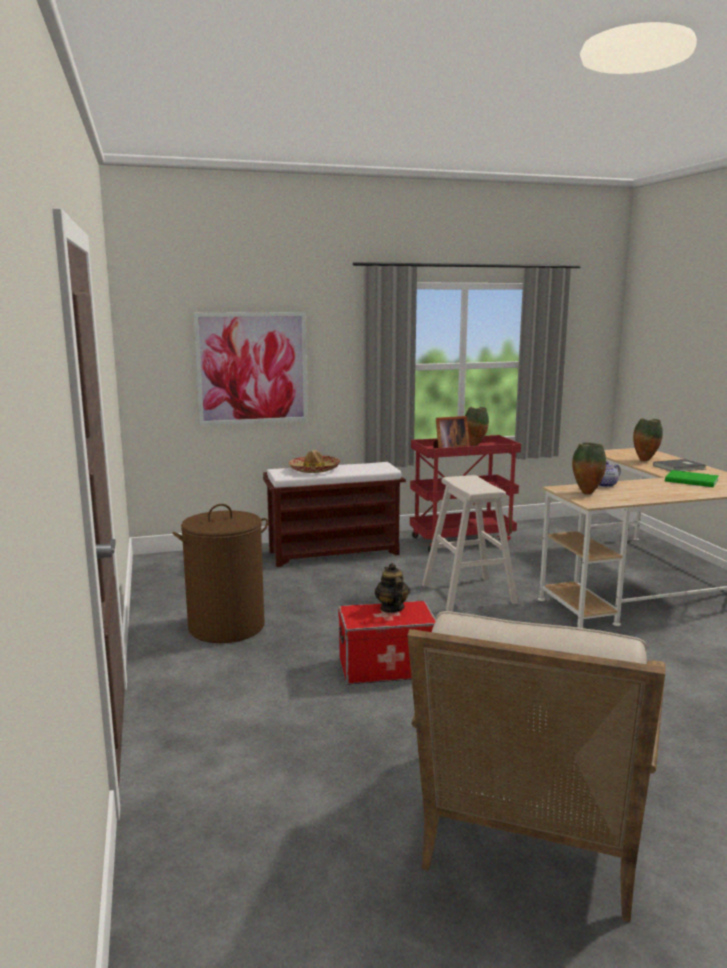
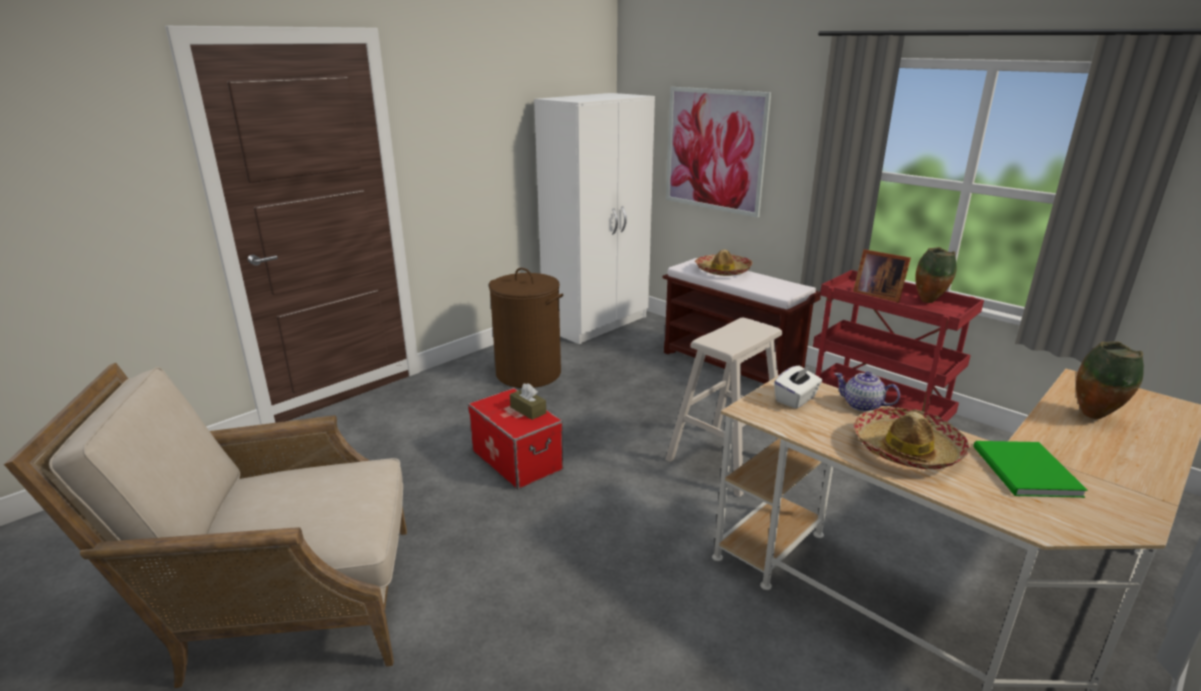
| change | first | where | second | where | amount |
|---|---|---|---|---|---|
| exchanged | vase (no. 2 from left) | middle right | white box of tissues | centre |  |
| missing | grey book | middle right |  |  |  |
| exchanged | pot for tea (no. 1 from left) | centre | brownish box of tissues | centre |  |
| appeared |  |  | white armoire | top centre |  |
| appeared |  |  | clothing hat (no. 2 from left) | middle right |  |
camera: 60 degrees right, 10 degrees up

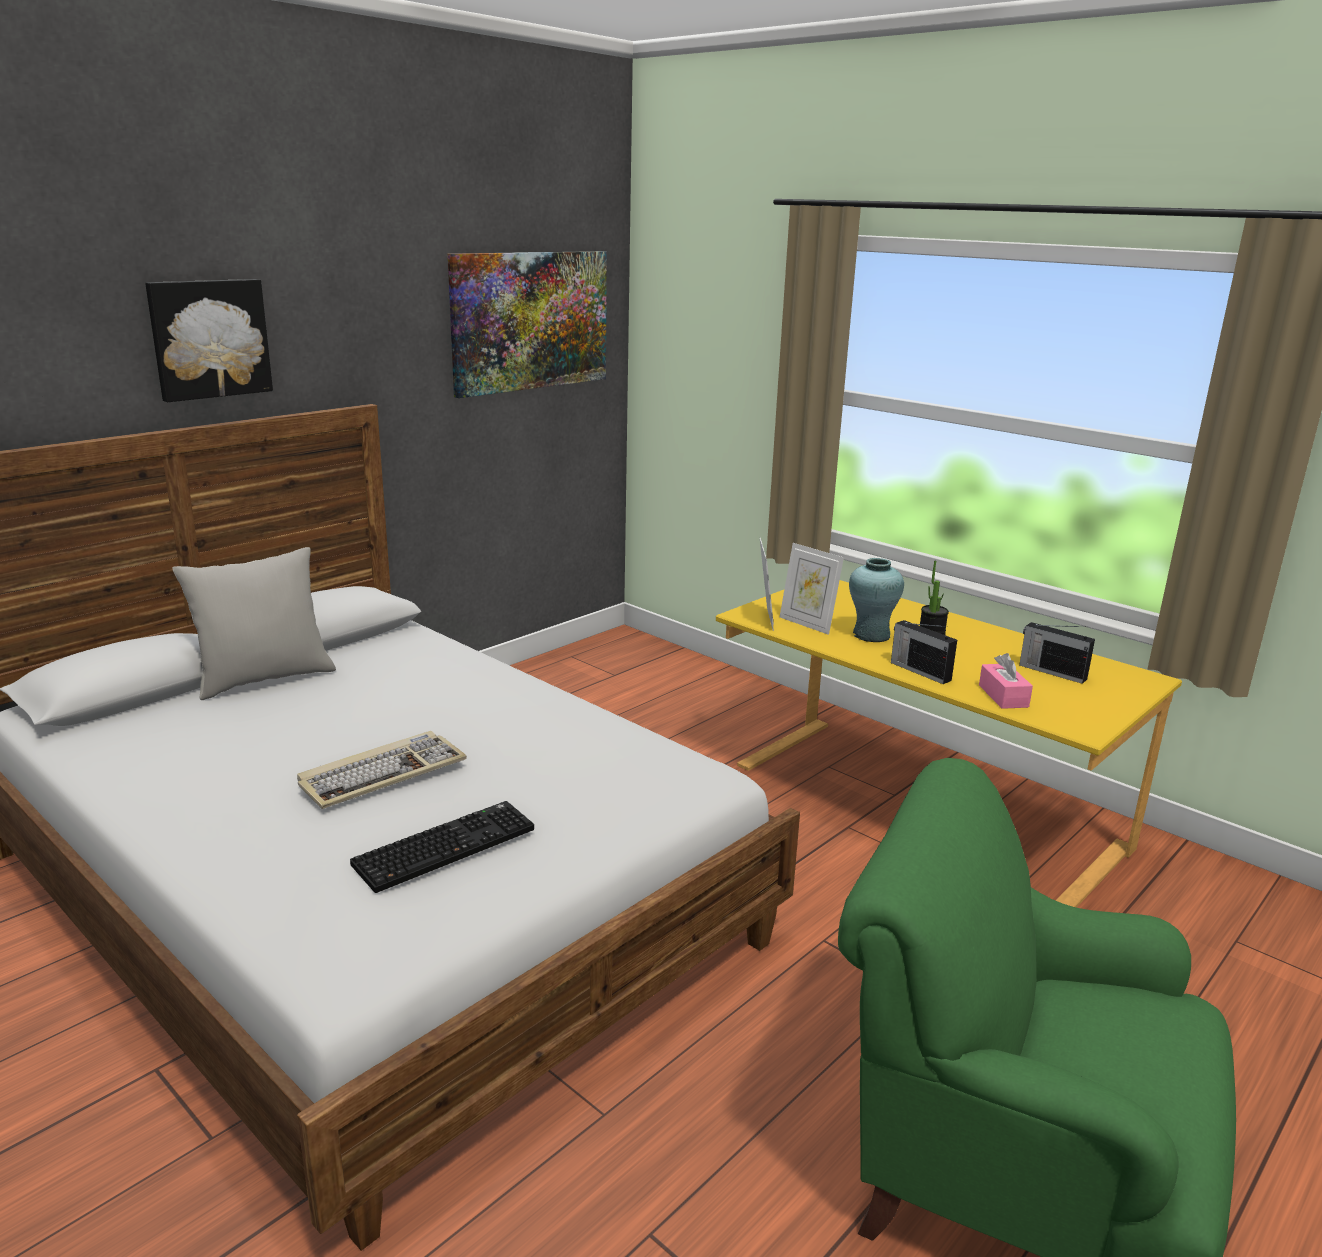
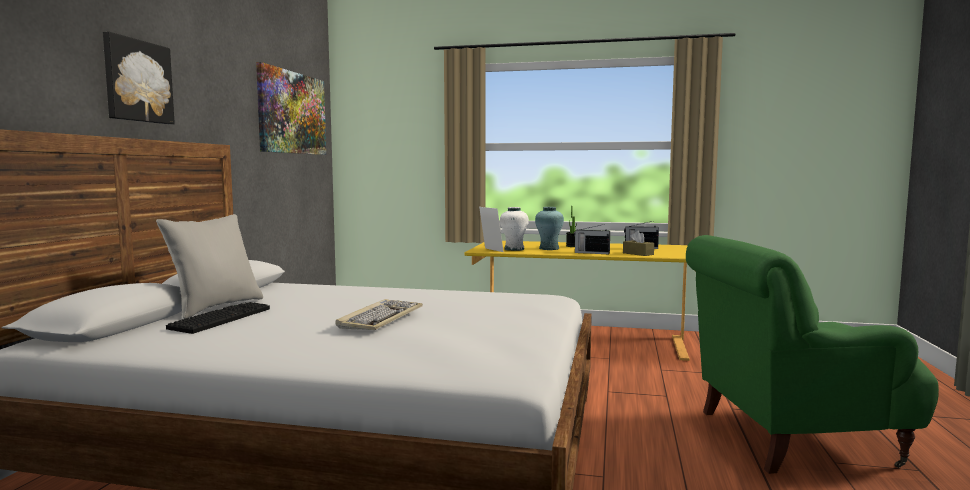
| change | first | where | second | where | amount |
|---|---|---|---|---|---|
| exchanged | standing frame (no. 2 from left) | centre | white vase | centre |  |
| colour | pinkish box of tissues | middle right | brownish box of tissues | centre |  |
| relocated | PC keyboard (no. 2 from left in the first image) | bottom centre | PC keyboard (no. 1 from left) | middle left |  |
camera: 30 degrees left, 15 degrees down

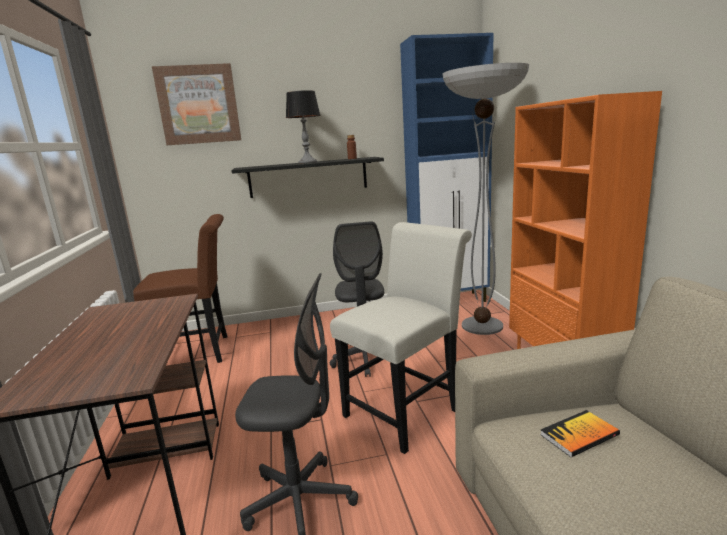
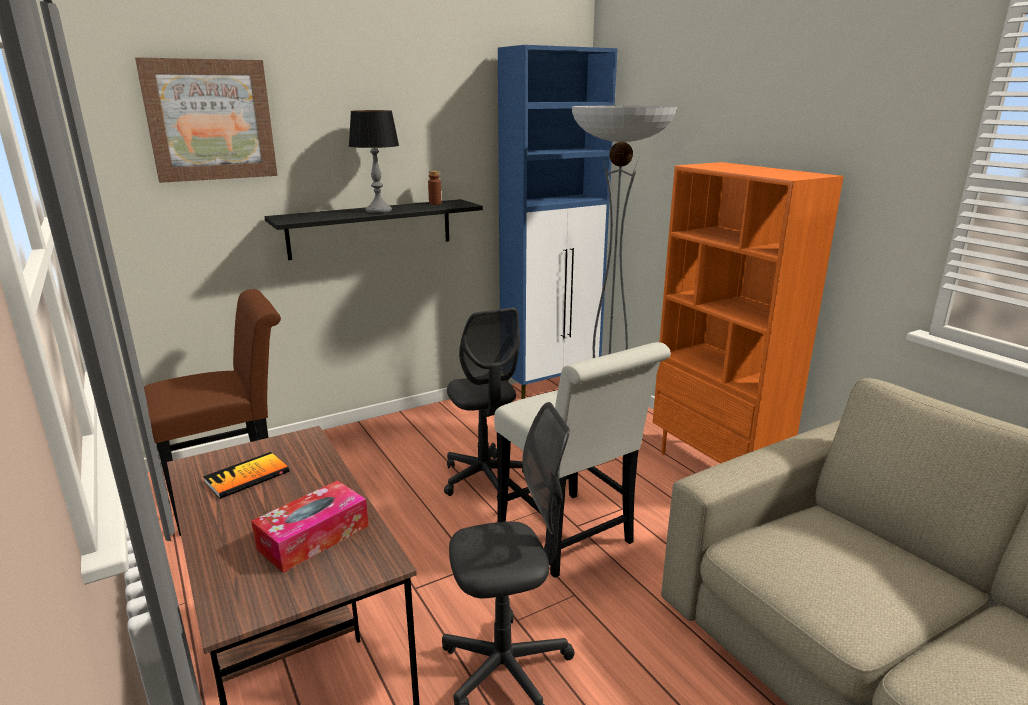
| change | first | where | second | where | amount |
|---|---|---|---|---|---|
| spun | white chair | centre |  | centre | 120 degrees clockwise |
| relocated | book | bottom right |  | bottom left |  |
| appeared |  |  | box of tissues | bottom left |  |
camera: 20 degrees left, 5 degrees up

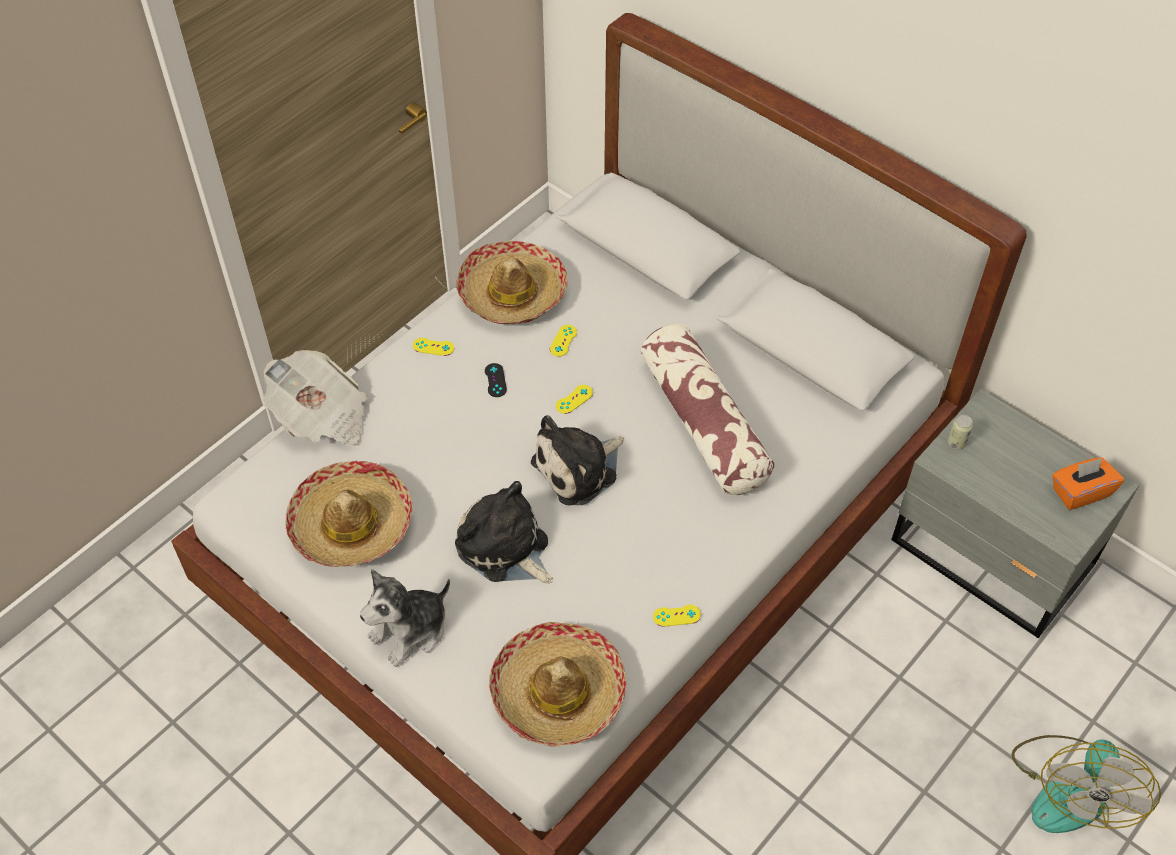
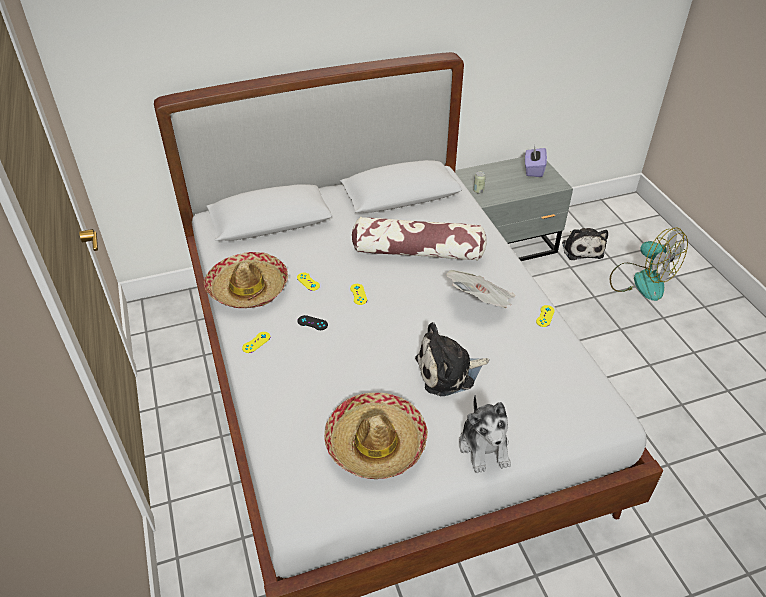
| change | first | where | second | where | amount |
|---|---|---|---|---|---|
| relocated | newspaper | middle left |  | centre |  |
| relocated | soft toy (no. 3 from left) | centre |  | middle right |  |
| colour | orange box of tissues | middle right | purple box of tissues | top right |  |
| missing | clothing hat (no. 3 from left) | bottom centre |  |  |  |
camera: 60 degrees left, 10 degrees down

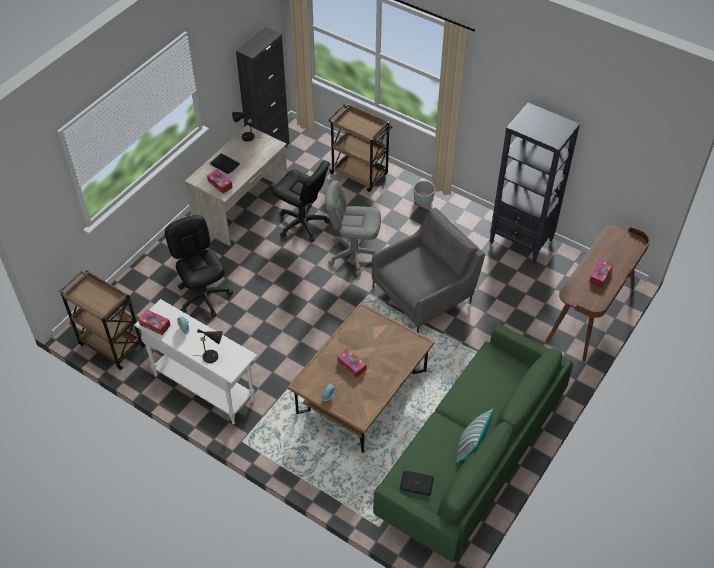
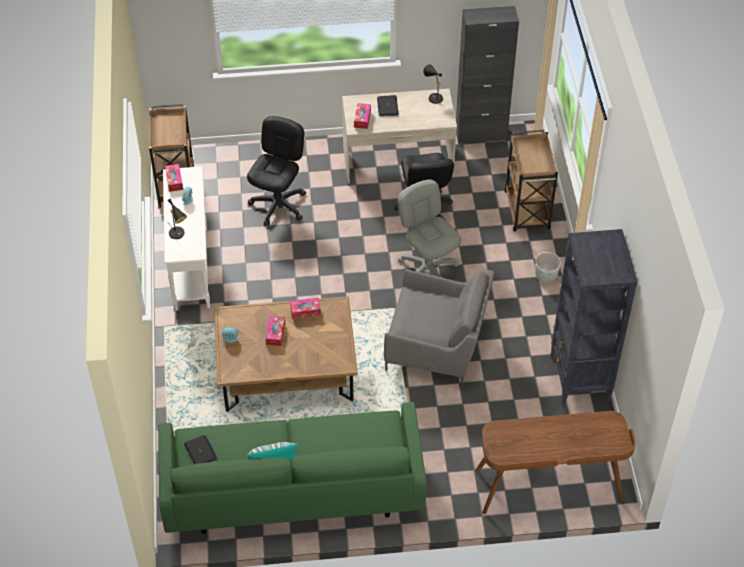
| change | first | where | second | where | amount |
|---|---|---|---|---|---|
| relocated | box of tissues (no. 4 from left in the first image) | middle right | box of tissues (no. 3 from left) | centre |  |
camera: 50 degrees right, 0 degrees up

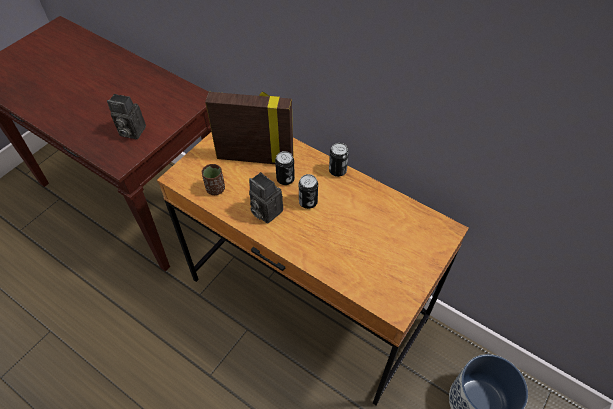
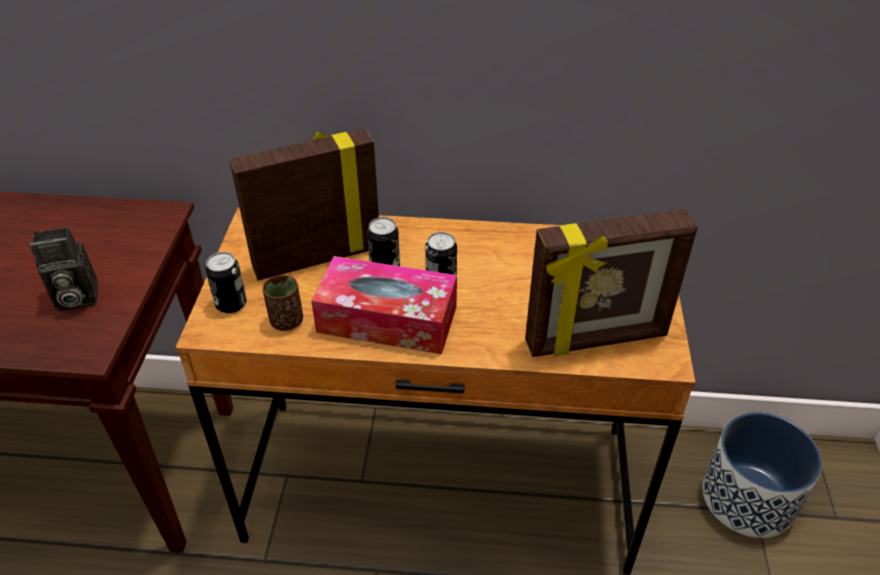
| change | first | where | second | where | amount |
|---|---|---|---|---|---|
| relocated | metal can (no. 3 from left in the first image) | centre | metal can (no. 1 from left) | middle left |  |
| exchanged | still camera (no. 2 from left) | centre | box of tissues | centre |  |
| appeared |  |  | standing frame (no. 2 from left) | middle right |  |
camera: 30 degrees left, 10 degrees down

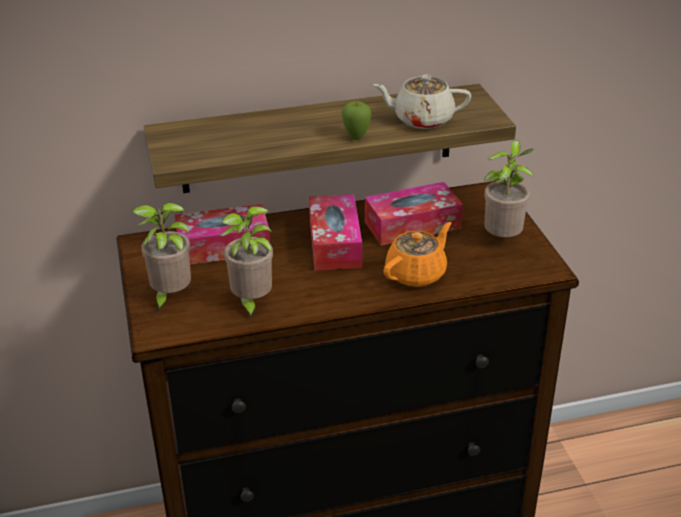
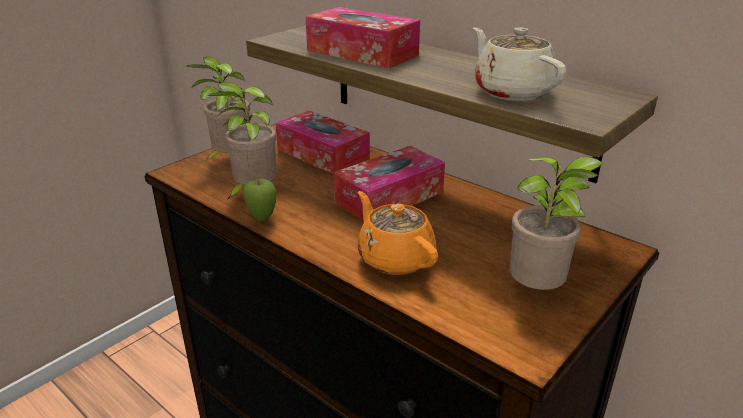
| change | first | where | second | where | amount |
|---|---|---|---|---|---|
| relocated | apple | top centre |  | centre |  |
| relocated | box of tissues (no. 3 from left in the first image) | centre | box of tissues (no. 2 from left) | top centre |  |
| spun | orange pot for tea | centre |  | centre | 135 degrees counterclockwise |
camera: 55 degrees right, 5 degrees down

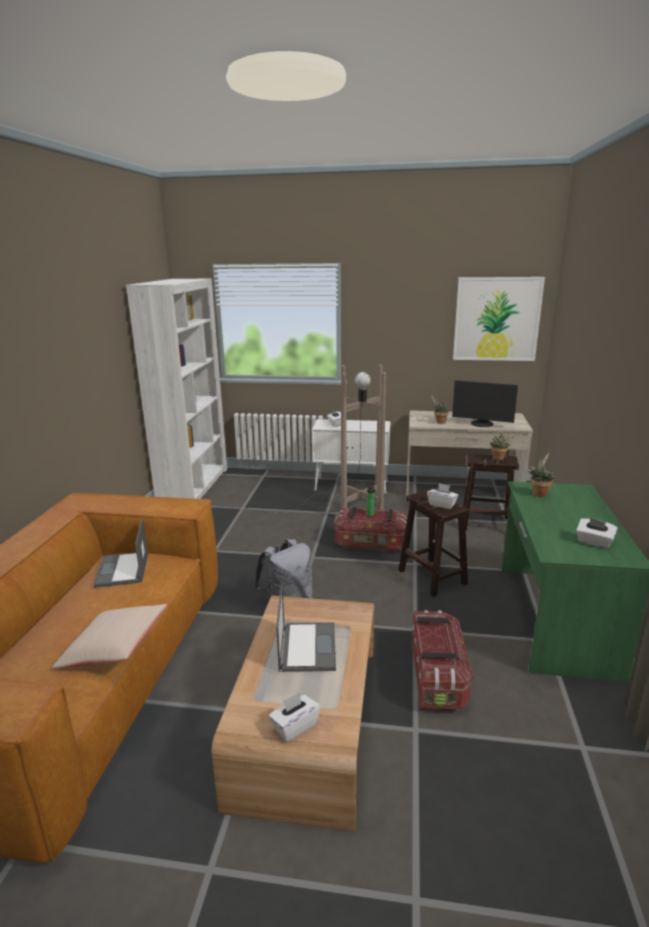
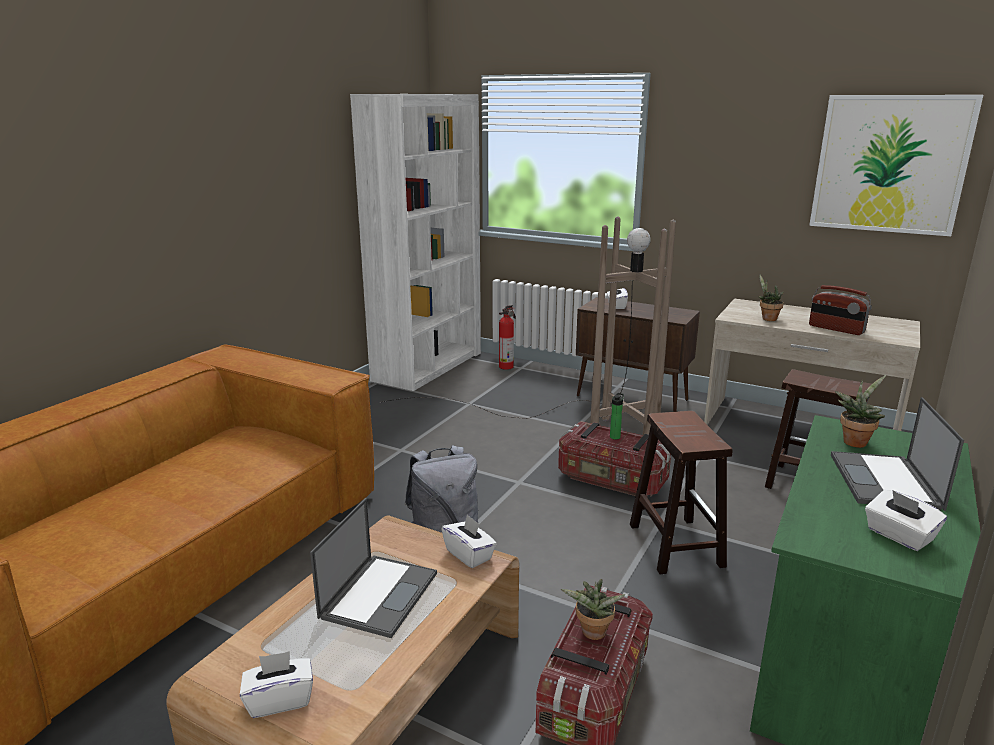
| change | first | where | second | where | amount |
|---|---|---|---|---|---|
| exchanged | computer screen | middle right | radio receiver | middle right |  |
| colour | white cabinet | centre | brownish cabinet | centre |  |
| relocated | plant in a pot (no. 2 from left in the first image) | middle right | plant in a pot (no. 1 from left) | bottom centre |  |
| relocated | white box of tissues (no. 3 from left in the first image) | middle right | white box of tissues (no. 2 from left) | bottom centre |  |
| relocated | notebook computer (no. 1 from left in the first image) | middle left | notebook computer (no. 2 from left) | middle right |  |
| missing | beige-coloured cushion | bottom left |  |  |  |
| appeared |  |  | fire-fighting cylinder | centre |  |
camera: 20 degrees right, 0 degrees up

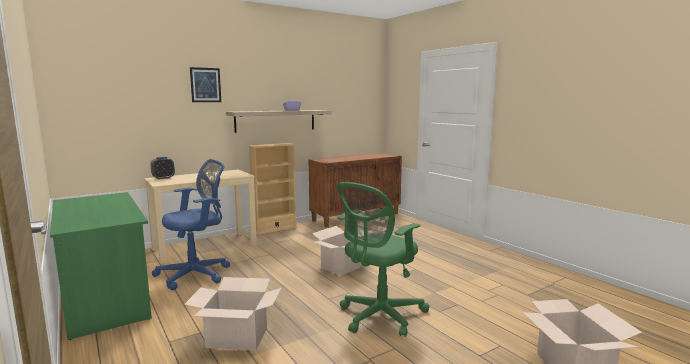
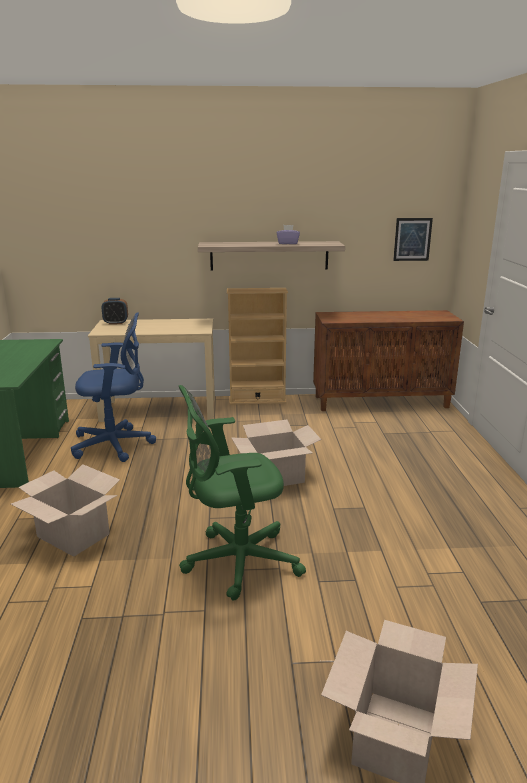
| change | first | where | second | where | amount |
|---|---|---|---|---|---|
| relocated | wall picture | top left |  | top right |  |
camera: 30 degrees right, 10 degrees up

